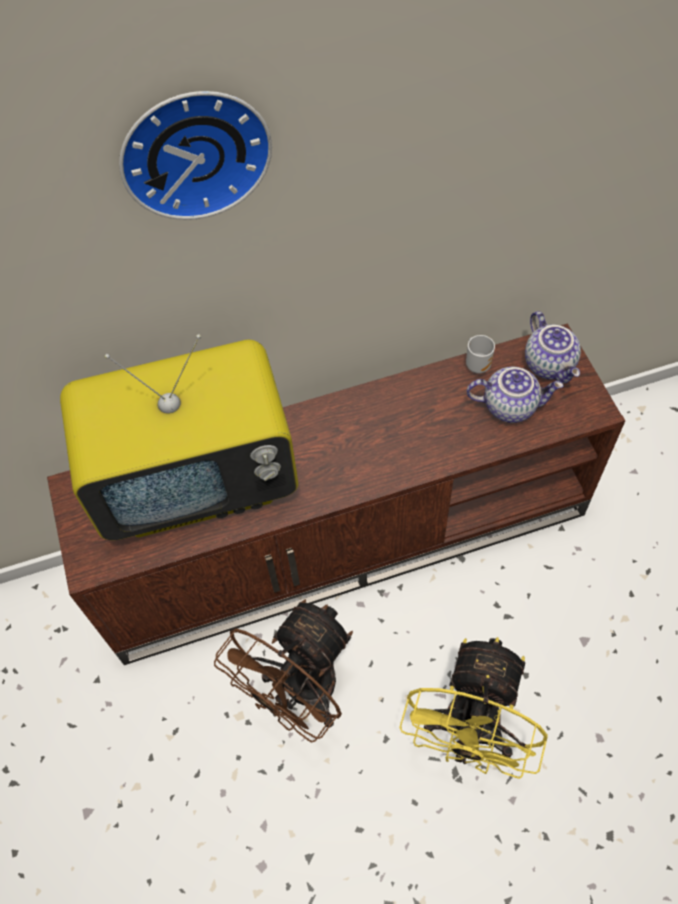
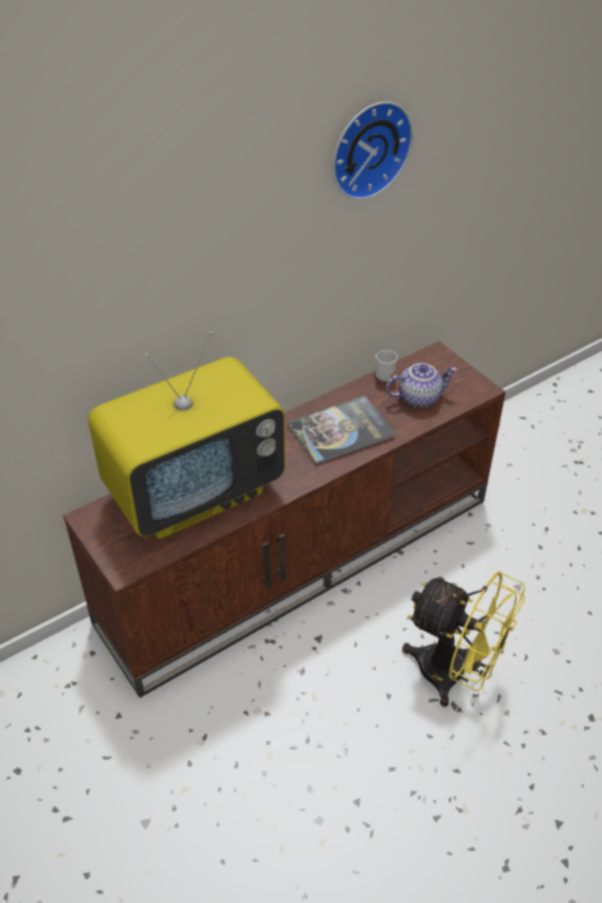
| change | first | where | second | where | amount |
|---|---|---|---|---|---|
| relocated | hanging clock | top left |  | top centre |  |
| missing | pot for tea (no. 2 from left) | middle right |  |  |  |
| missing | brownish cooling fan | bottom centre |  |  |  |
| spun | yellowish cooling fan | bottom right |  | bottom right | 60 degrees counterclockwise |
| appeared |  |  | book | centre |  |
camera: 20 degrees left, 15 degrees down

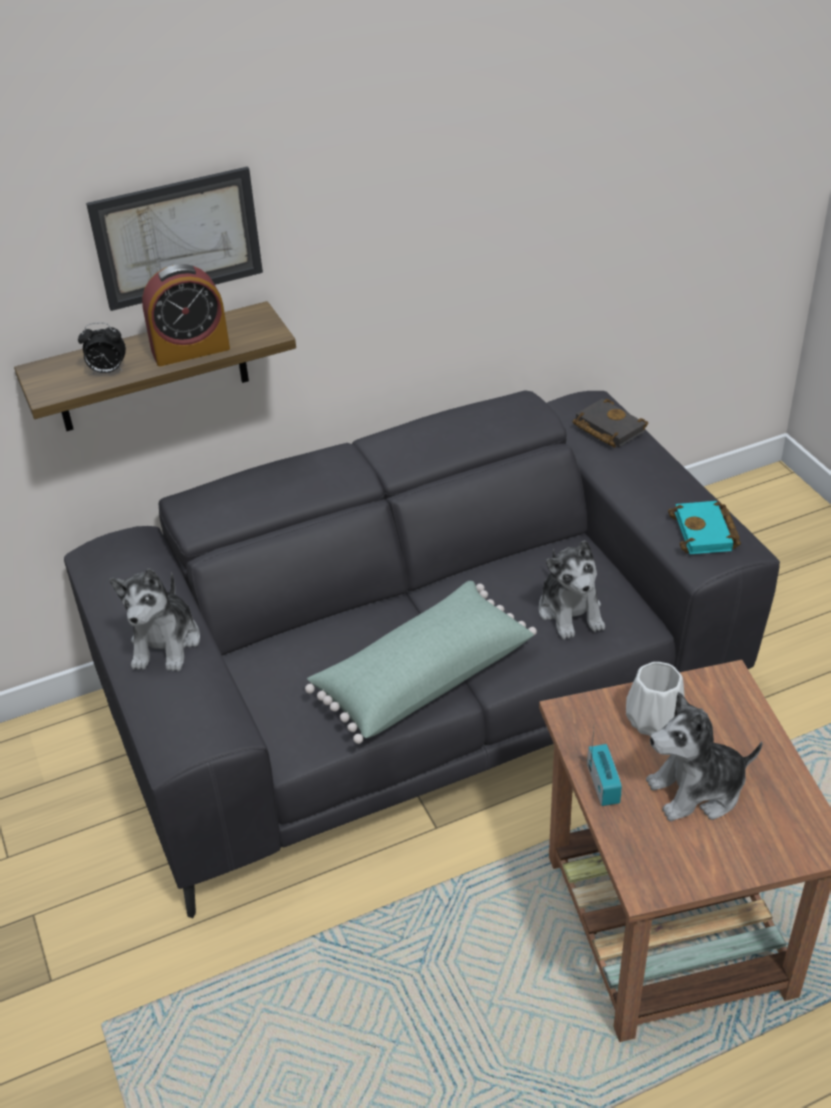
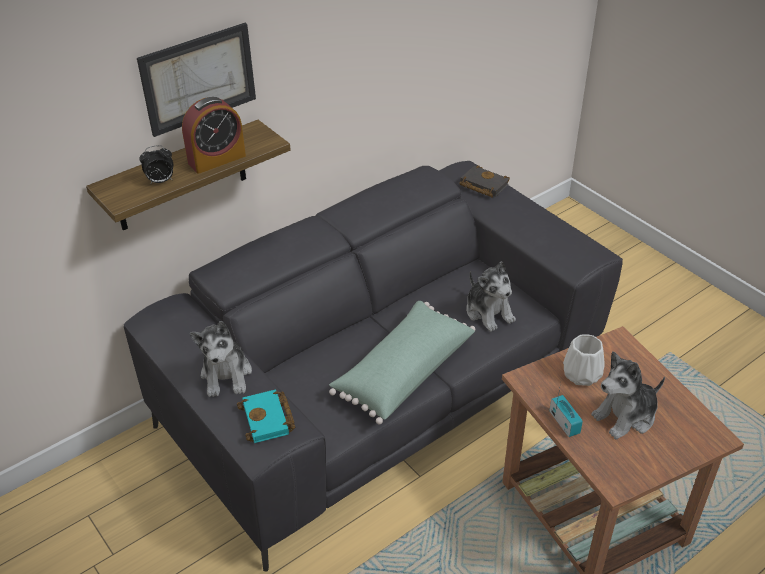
| change | first | where | second | where | amount |
|---|---|---|---|---|---|
| relocated | turquoise book | middle right |  | bottom centre |  |
camera: 15 degrees left, 0 degrees up

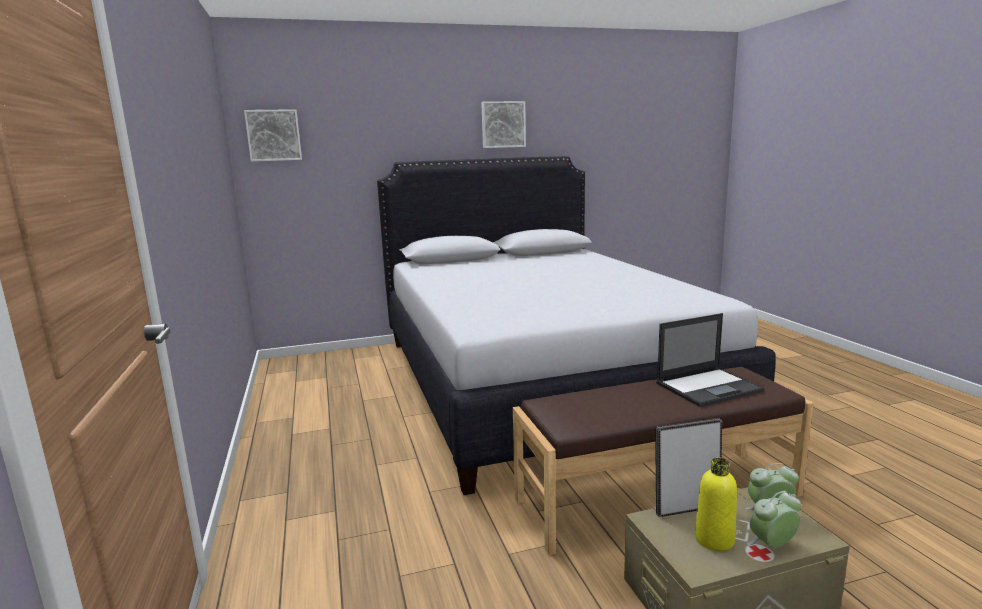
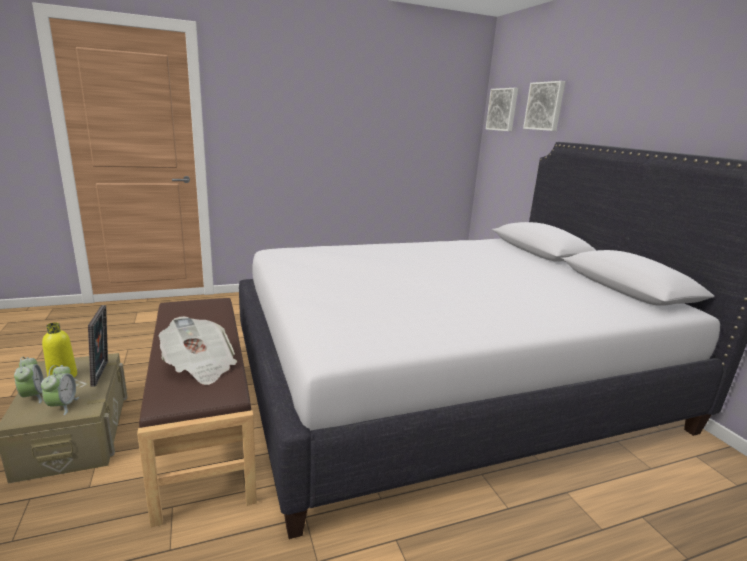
| change | first | where | second | where | amount |
|---|---|---|---|---|---|
| relocated | wall picture (no. 2 from left) | top centre |  | top right |  |
| exchanged | notebook computer | middle right | newspaper | middle left |  |
camera: 85 degrees right, 5 degrees up

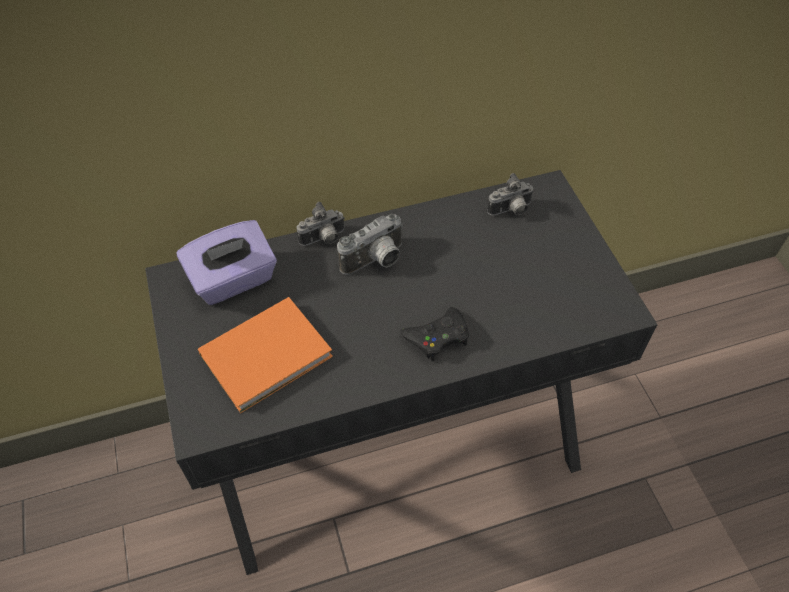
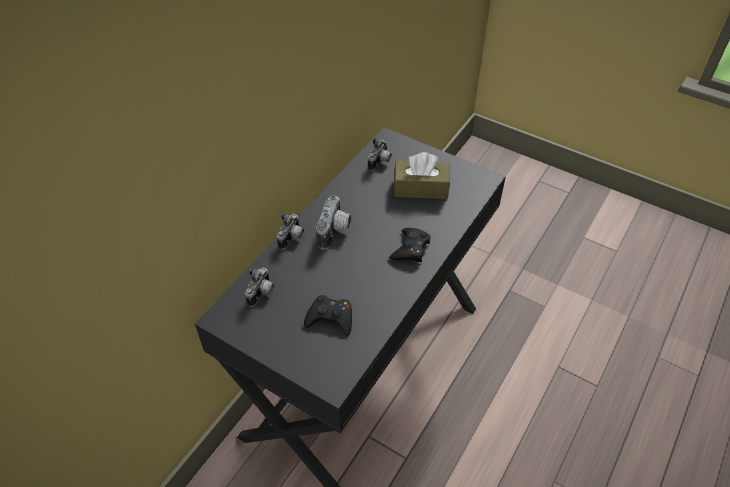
| change | first | where | second | where | amount |
|---|---|---|---|---|---|
| exchanged | purple box of tissues | middle left | still camera (no. 1 from left) | centre |  |
| exchanged | orange book | centre | blackish joypad (no. 1 from left) | centre |  |
| appeared |  |  | brownish box of tissues | centre |  |
camera: 40 degrees left, 5 degrees down

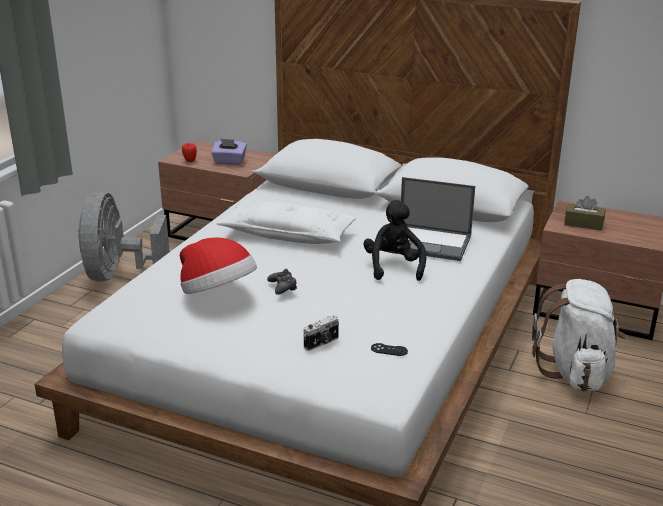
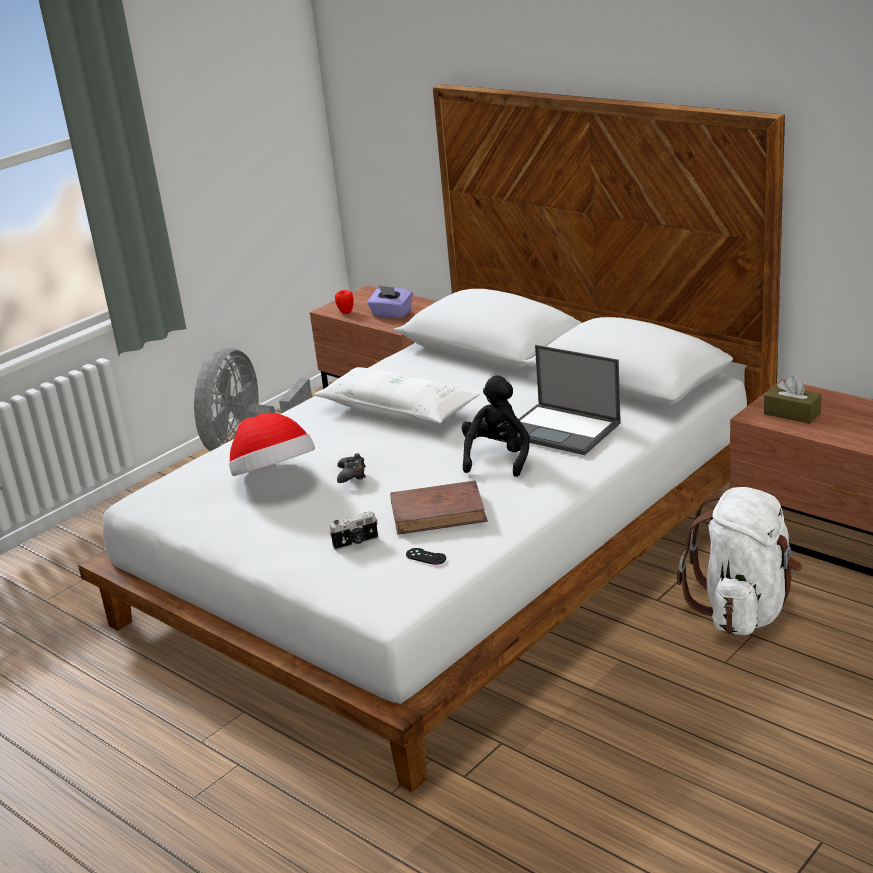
| change | first | where | second | where | amount |
|---|---|---|---|---|---|
| appeared |  |  | brownish book | centre |  |
camera: 20 degrees right, 0 degrees up

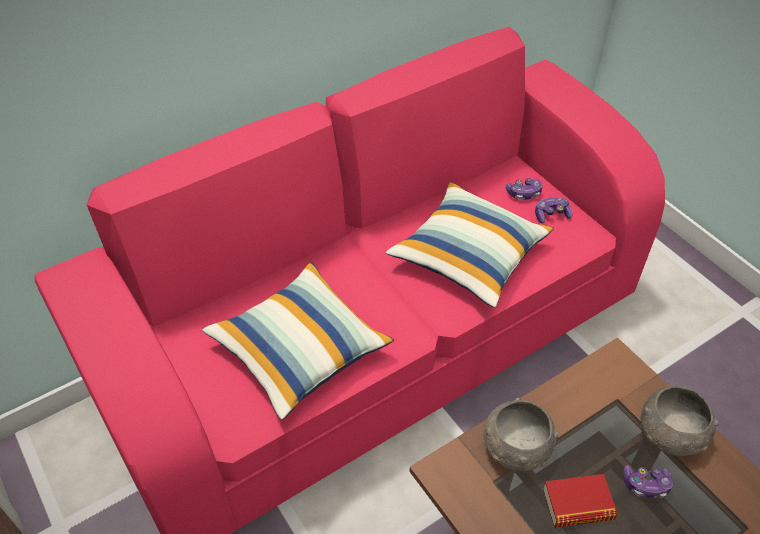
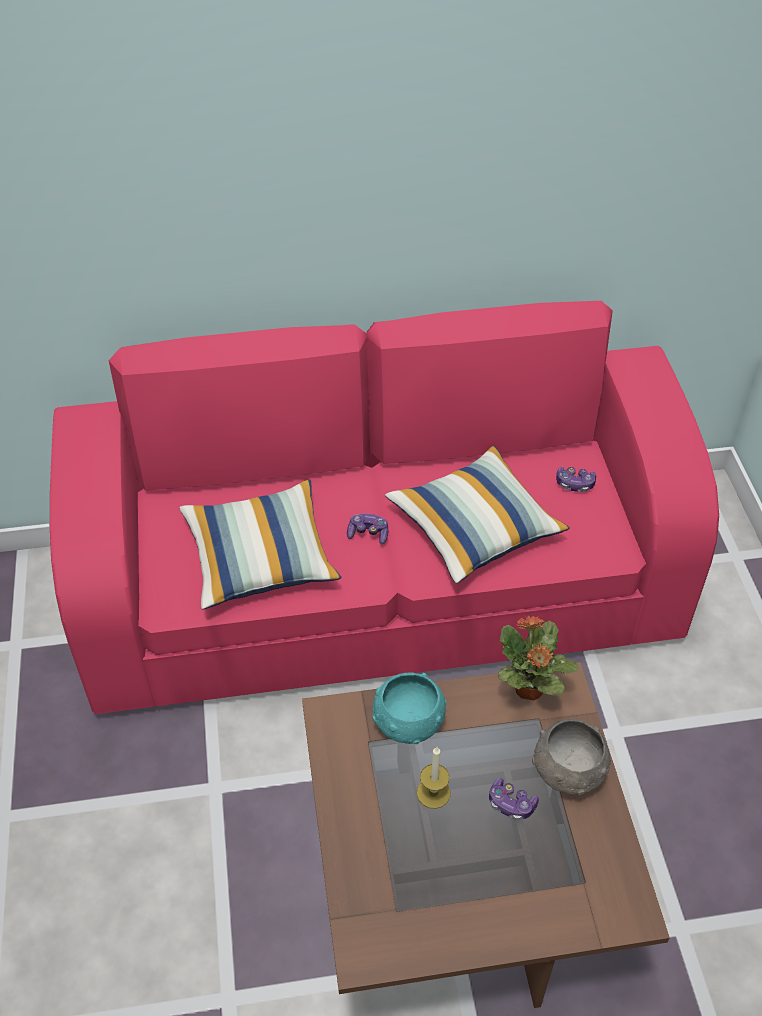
| change | first | where | second | where | amount |
|---|---|---|---|---|---|
| relocated | joypad (no. 2 from left in the first image) | middle right | joypad (no. 1 from left) | centre |  |
| colour | grey deep dish (no. 1 from left) | bottom right | turquoise deep dish | bottom centre |  |
| exchanged | book | bottom right | wax light | bottom centre |  |
| appeared |  |  | plant in a pot | middle right |  |
camera: 25 degrees right, 0 degrees up

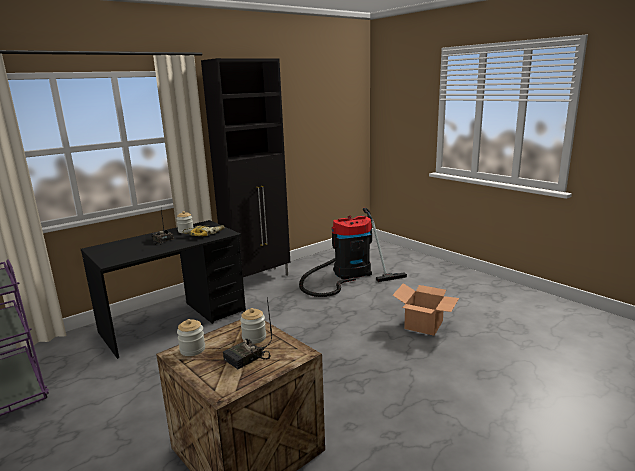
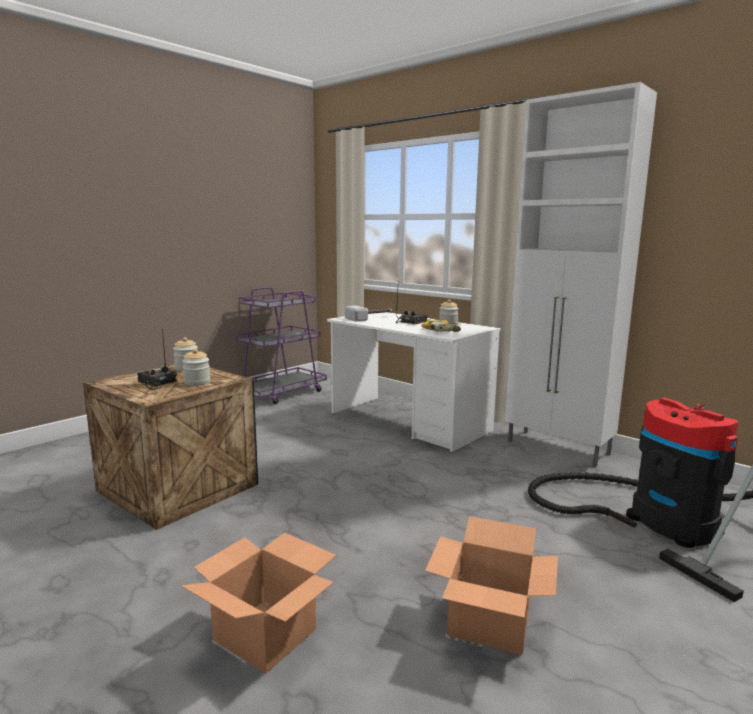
| change | first | where | second | where | amount |
|---|---|---|---|---|---|
| colour | blackish cabinet | centre | white cabinet | middle right |  |
| colour | blackish desk | middle left | white desk | centre |  |
| appeared |  |  | hand hammer | centre |  |
| appeared |  |  | cardboard box (no. 1 from left) | bottom centre |  |
camera: 80 degrees right, 5 degrees down

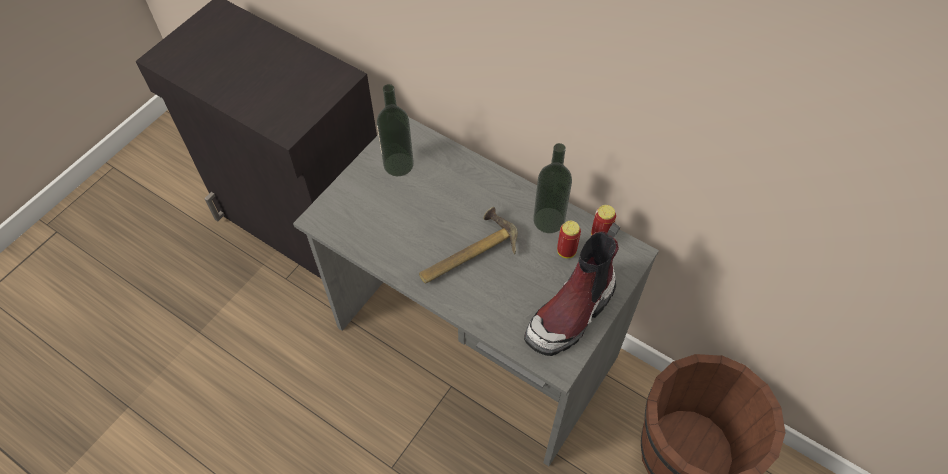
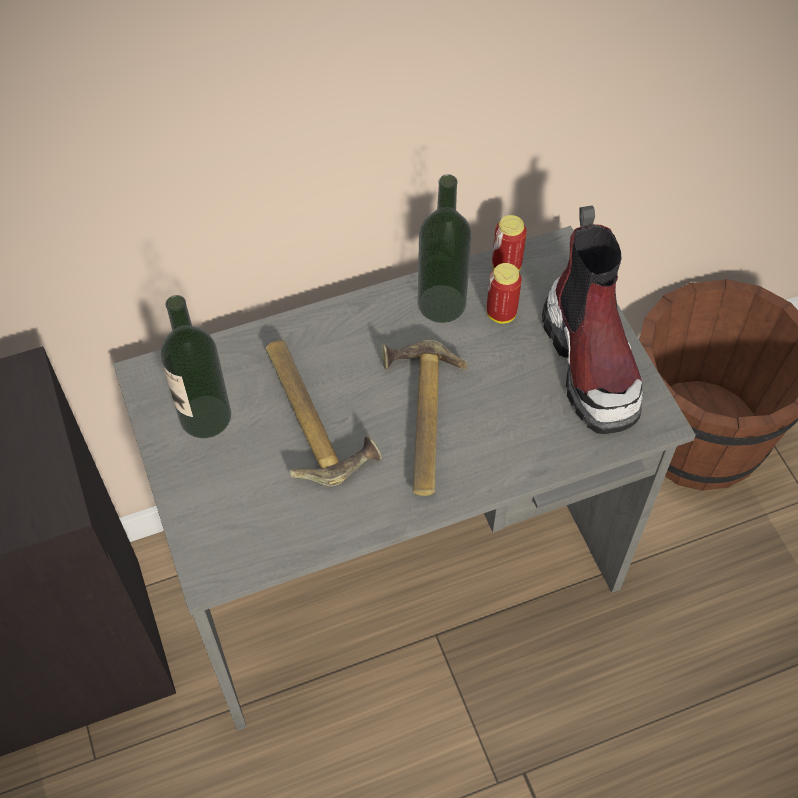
| change | first | where | second | where | amount |
|---|---|---|---|---|---|
| appeared |  |  | hand hammer (no. 1 from left) | centre |  |
camera: 55 degrees left, 0 degrees up

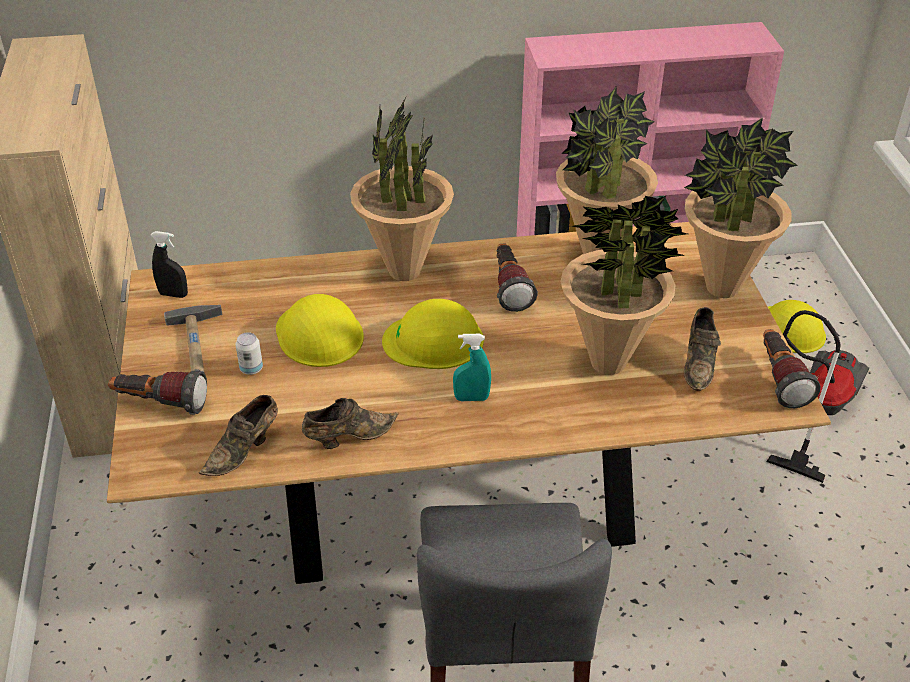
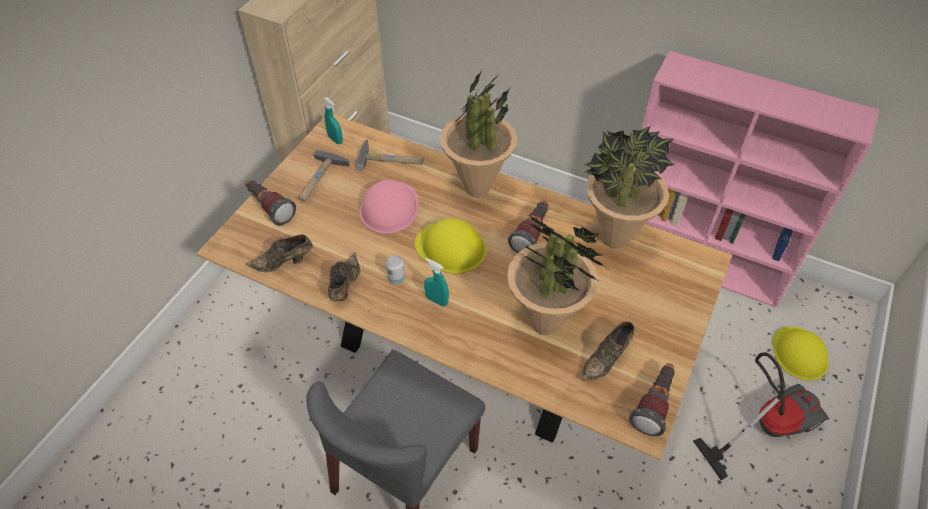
| change | first | where | second | where | amount |
|---|---|---|---|---|---|
| missing | plant in a pot (no. 4 from left) | top right |  |  |  |
| colour | blackish hand sprayer | middle left | turquoise hand sprayer (no. 1 from left) | top centre |  |
| colour | yellowish safety helmet (no. 1 from left) | centre | pinkish safety helmet | centre |  |
| relocated | metal can | middle left |  | centre |  |
| spun | brownish shoe (no. 2 from left) | centre |  | centre | 90 degrees counterclockwise |
| appeared |  |  | hand hammer (no. 2 from left) | top centre |  |
camera: 35 degrees right, 10 degrees up

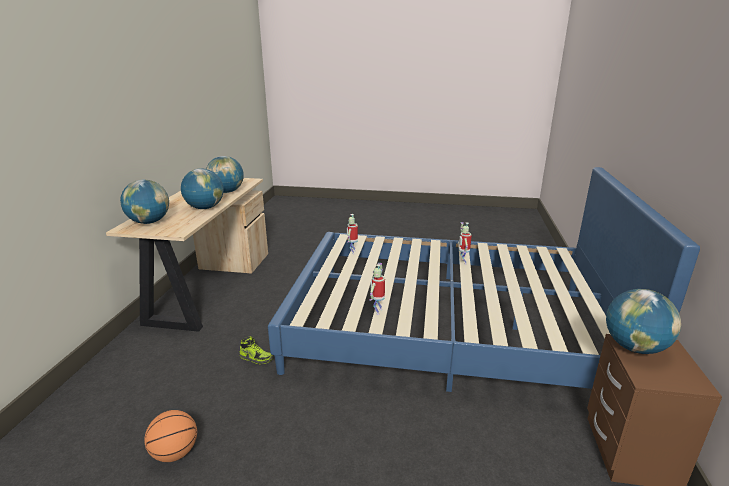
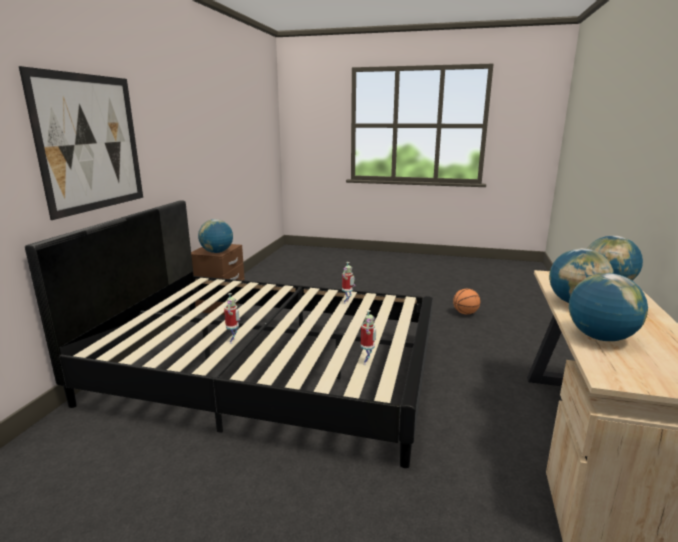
| change | first | where | second | where | amount |
|---|---|---|---|---|---|
| colour | bluish bedroom bed | centre | blackish bedroom bed | centre |  |
| missing | shoe | bottom centre |  |  |  |
| appeared |  |  | wall picture | top left |  |
camera: 175 degrees left, 5 degrees down

